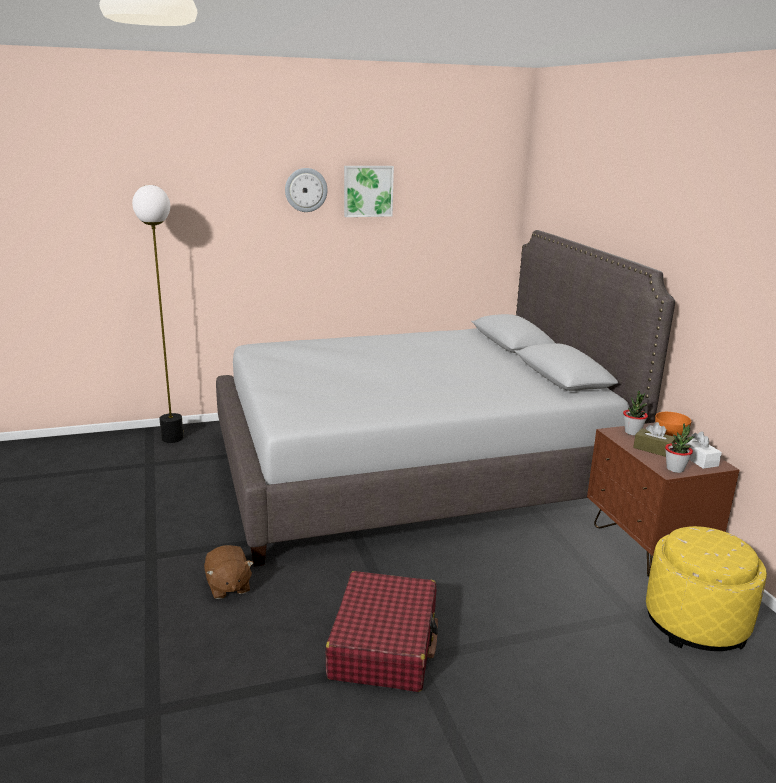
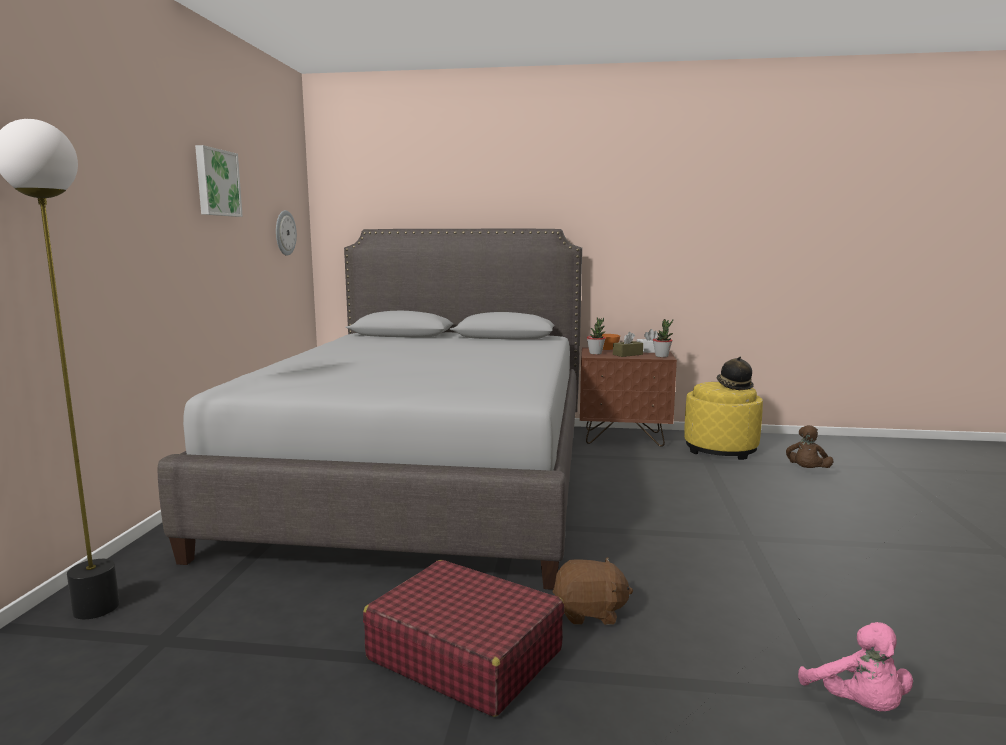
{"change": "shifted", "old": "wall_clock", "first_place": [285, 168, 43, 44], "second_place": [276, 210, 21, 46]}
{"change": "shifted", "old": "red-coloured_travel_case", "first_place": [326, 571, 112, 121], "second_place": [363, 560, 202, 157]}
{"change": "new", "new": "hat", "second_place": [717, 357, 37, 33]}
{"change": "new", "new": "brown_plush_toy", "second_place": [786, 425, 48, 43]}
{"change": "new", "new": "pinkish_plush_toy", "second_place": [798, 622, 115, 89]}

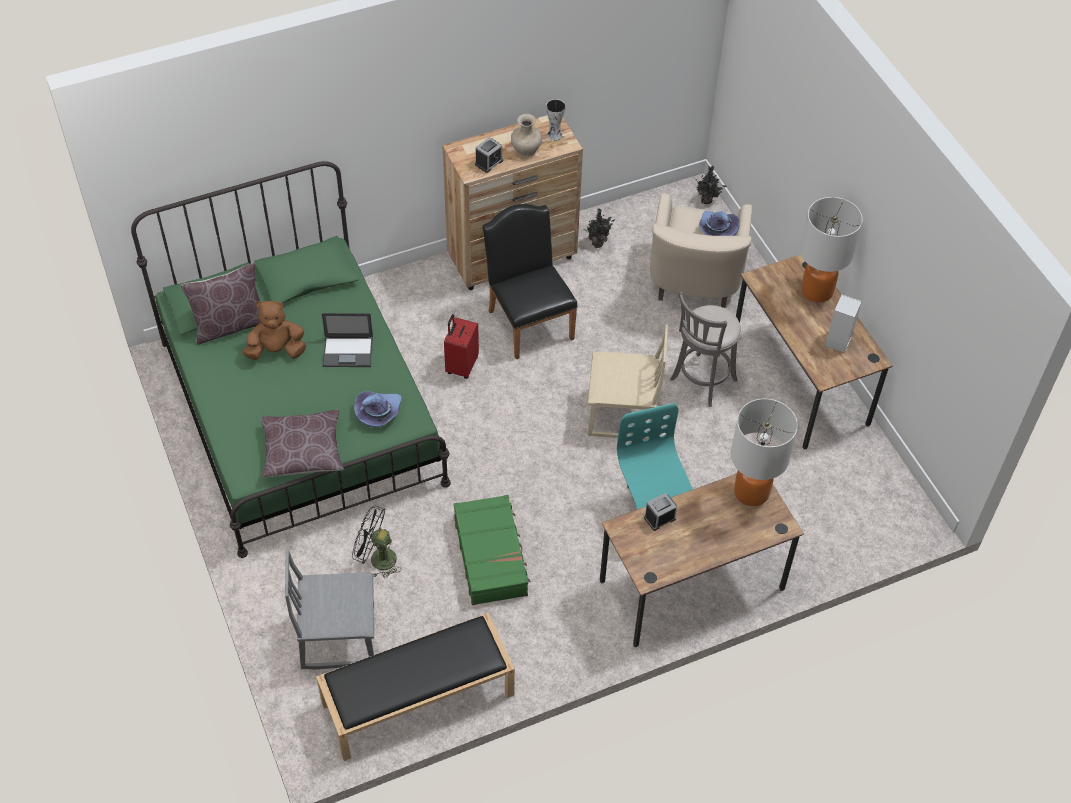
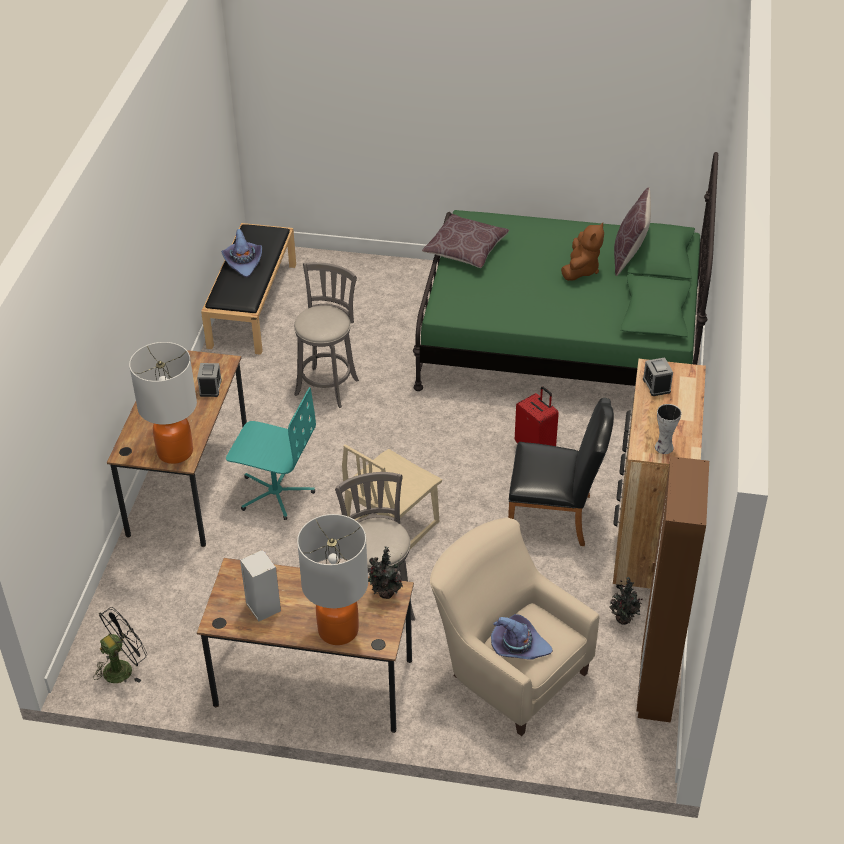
{"change": "shifted", "old": "black_electric_fan", "first_place": [352, 506, 48, 72], "second_place": [93, 607, 54, 76]}
{"change": "shifted", "old": "purplish_hat", "first_place": [354, 391, 48, 37], "second_place": [221, 229, 41, 48]}
{"change": "swapped", "old": "green-coloured_travel_case", "new": "grey_stool_seat", "first_place": [454, 495, 77, 110], "second_place": [294, 262, 65, 146]}
{"change": "shifted", "old": "plant_in_a_pot", "first_place": [694, 166, 33, 38], "second_place": [368, 546, 35, 53]}
{"change": "new", "new": "brown_wardrobe", "second_place": [637, 457, 72, 266]}
{"change": "gone", "old": "grey_upright_chair", "first_place": [285, 549, 89, 121]}
{"change": "gone", "old": "portable_computer", "first_place": [322, 313, 51, 54]}
{"change": "gone", "old": "sand-coloured_vase", "first_place": [511, 114, 31, 43]}

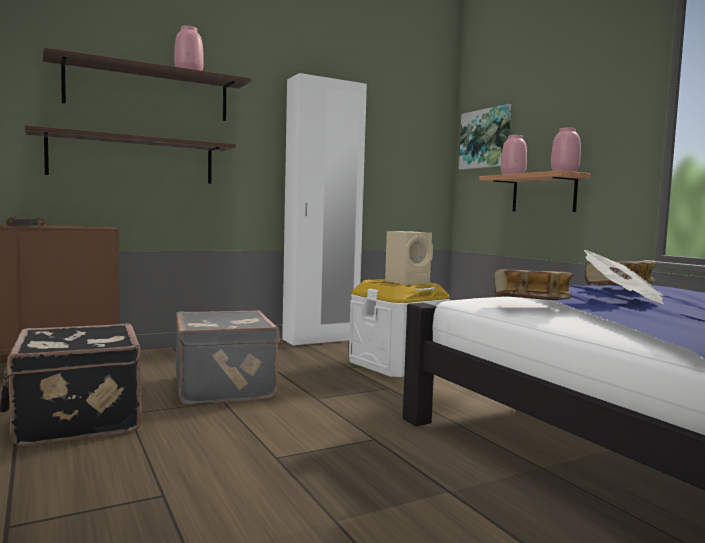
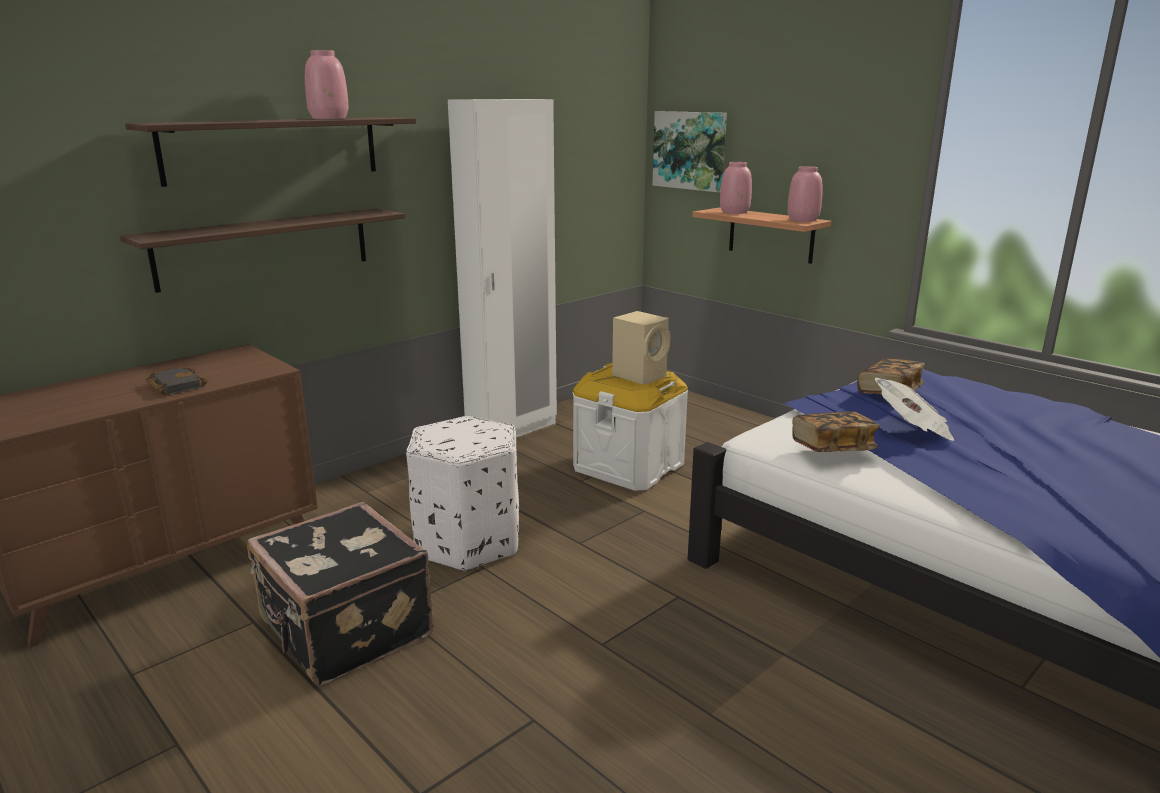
{"change": "swapped", "old": "grey_travel_case", "new": "whitish_footrest", "first_place": [176, 310, 105, 94], "second_place": [406, 416, 113, 156]}

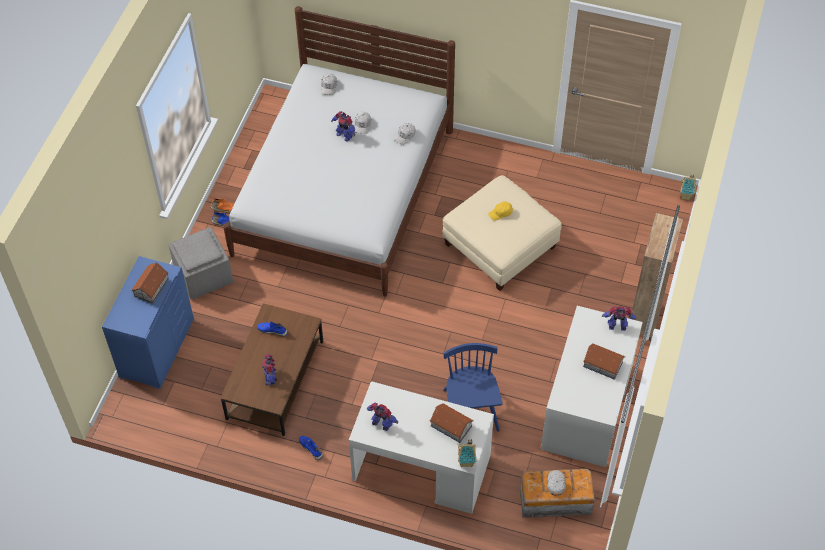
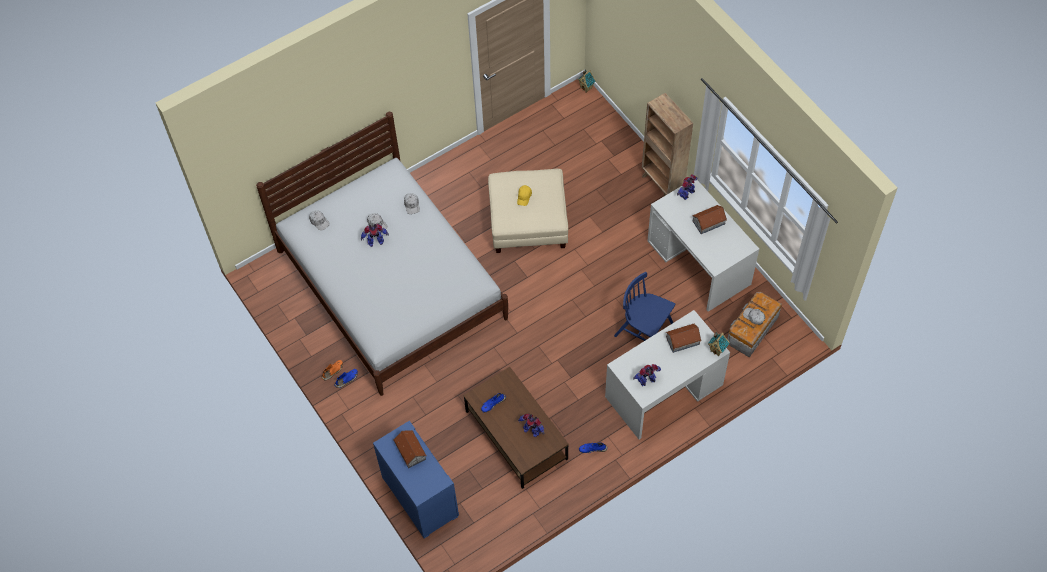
{"change": "gone", "old": "grey_footrest", "first_place": [168, 227, 65, 73]}

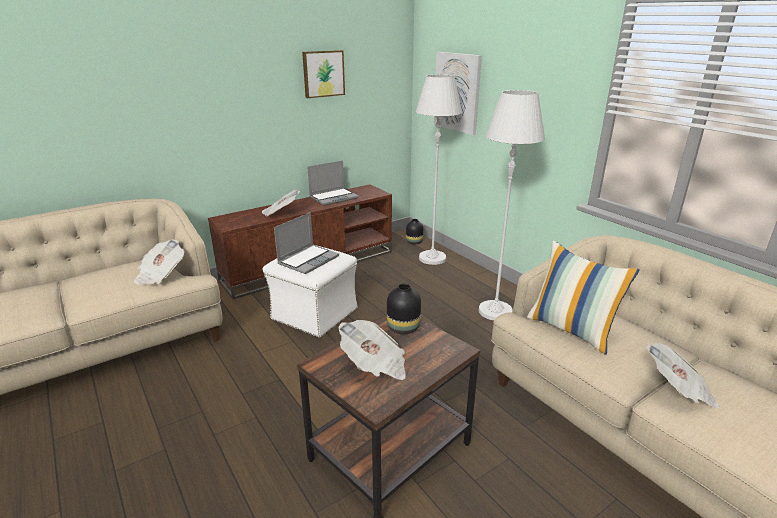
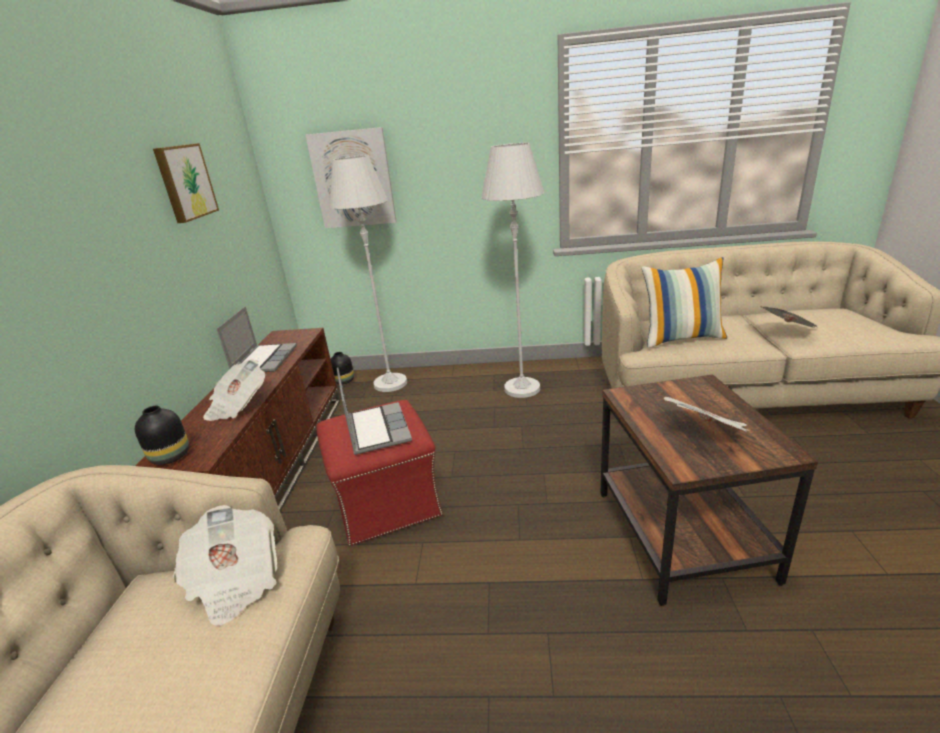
{"change": "shifted", "old": "black_vase", "first_place": [387, 284, 34, 50], "second_place": [135, 406, 54, 59]}
{"change": "repainted", "old": "whitish_footrest", "new": "red-coloured_footrest", "first_place": [263, 245, 95, 93], "second_place": [316, 400, 127, 146]}

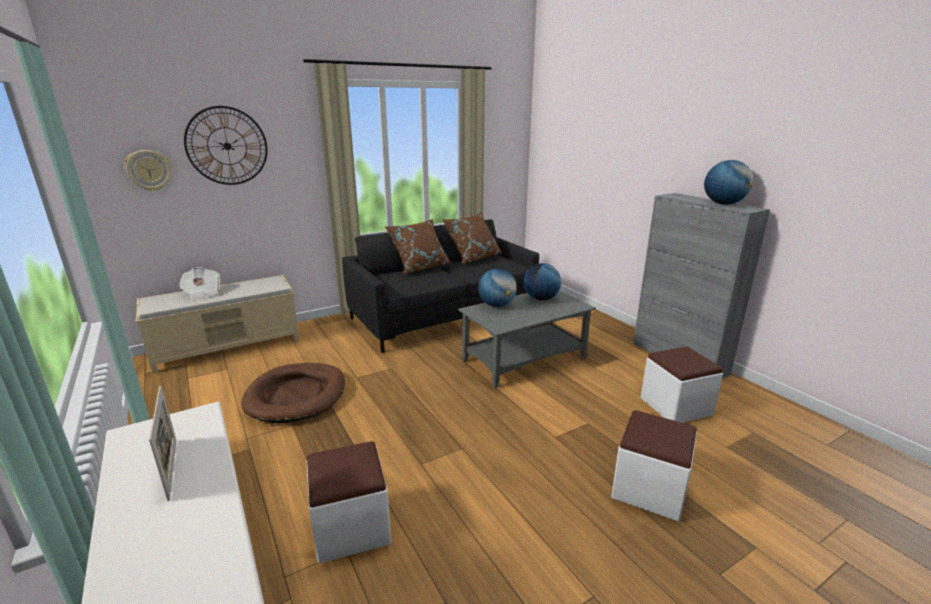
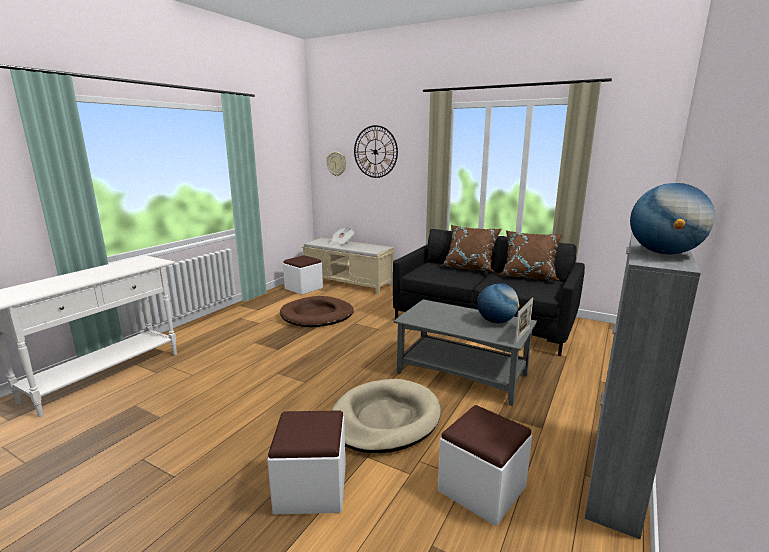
{"change": "shifted", "old": "whitish_footrest", "first_place": [307, 441, 85, 123], "second_place": [283, 255, 40, 40]}
{"change": "new", "new": "sand-coloured_dog_bed", "second_place": [331, 379, 110, 74]}
{"change": "shifted", "old": "standing_frame", "first_place": [149, 386, 27, 115], "second_place": [515, 298, 18, 46]}
{"change": "gone", "old": "globe", "first_place": [478, 269, 39, 38]}

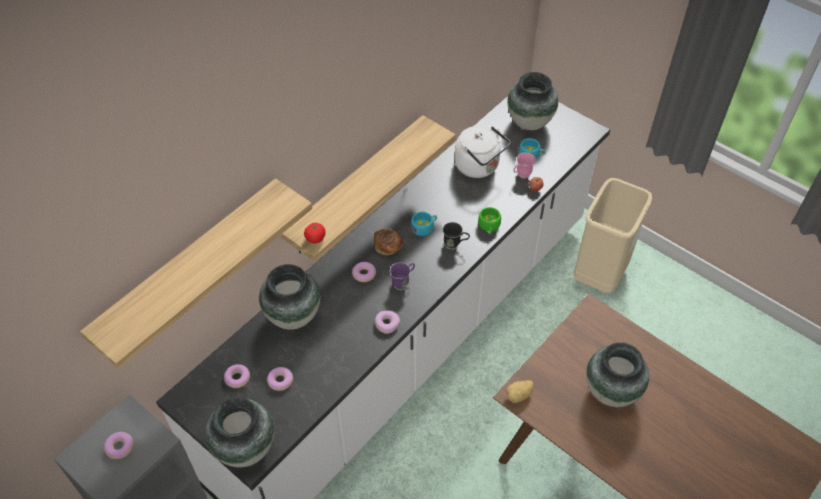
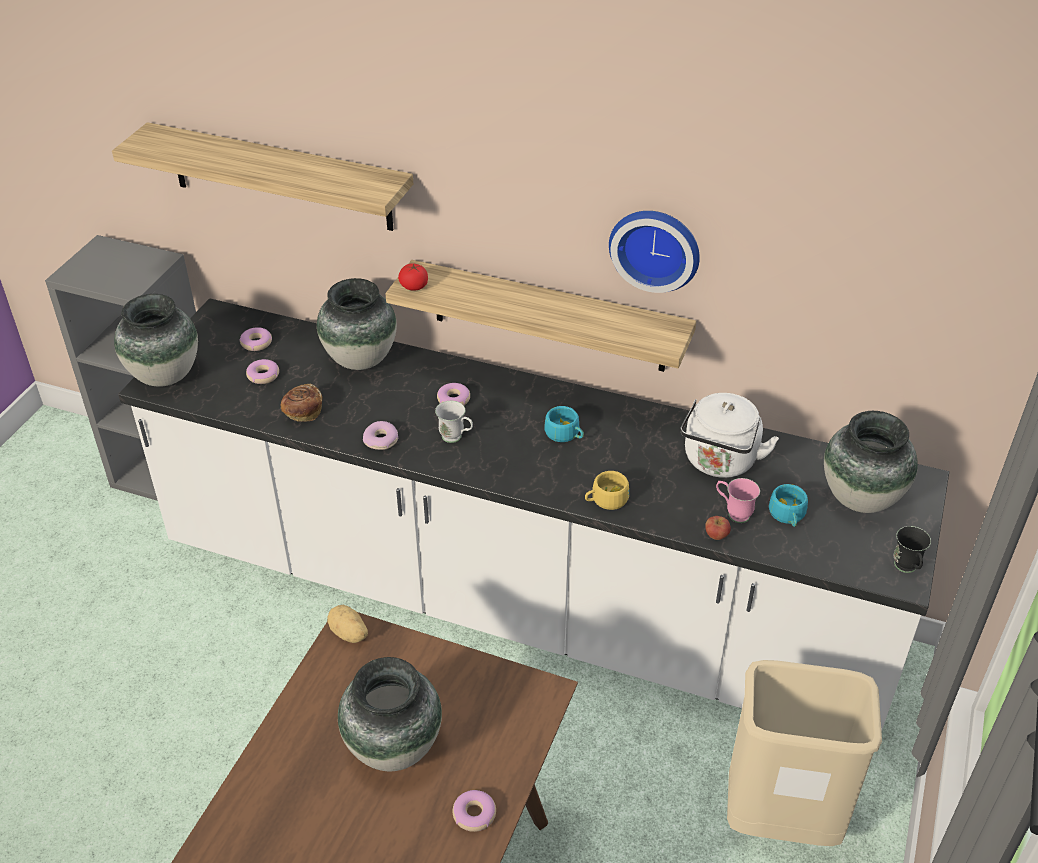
{"change": "shifted", "old": "bakery_bread", "first_place": [373, 229, 30, 26], "second_place": [280, 384, 43, 38]}
{"change": "repainted", "old": "purplish_mug", "new": "whitish_mug", "first_place": [390, 262, 25, 28], "second_place": [435, 401, 38, 42]}
{"change": "shifted", "old": "ring_doughnut", "first_place": [104, 432, 30, 27], "second_place": [452, 790, 44, 42]}
{"change": "repainted", "old": "green-coloured_cup", "new": "yellow_cup", "first_place": [478, 207, 23, 27], "second_place": [585, 471, 44, 39]}
{"change": "new", "new": "wall_clock", "second_place": [609, 211, 91, 82]}
{"change": "shifted", "old": "black_mug", "first_place": [443, 222, 27, 27], "second_place": [894, 526, 37, 47]}

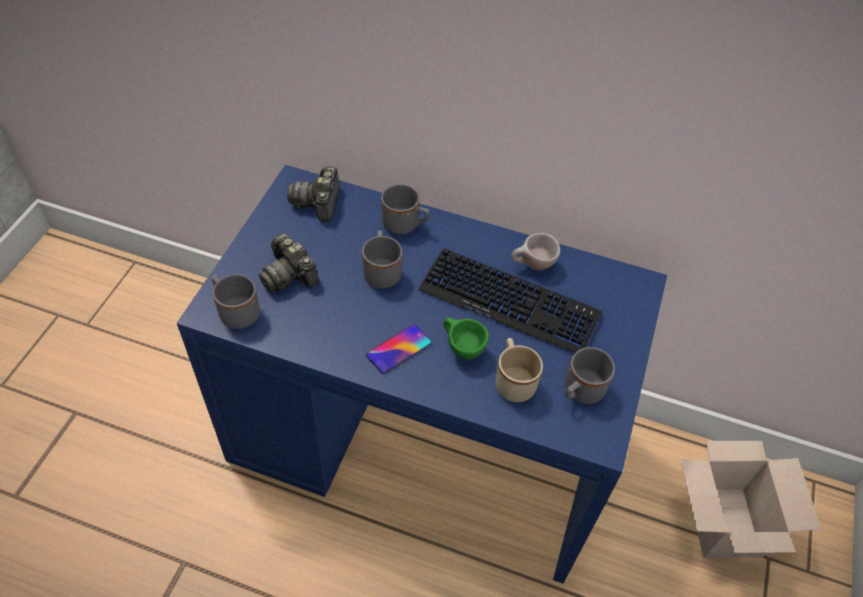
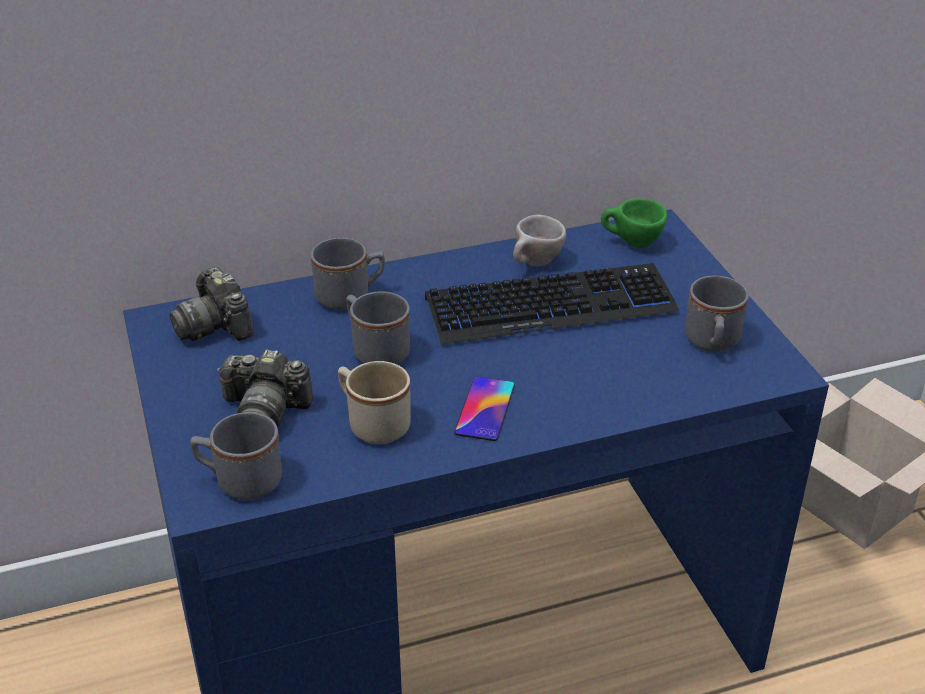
{"change": "shifted", "old": "sand-coloured_mug", "first_place": [495, 338, 48, 64], "second_place": [338, 361, 73, 83]}
{"change": "shifted", "old": "green-coloured_cup", "first_place": [443, 317, 46, 42], "second_place": [601, 199, 66, 49]}

